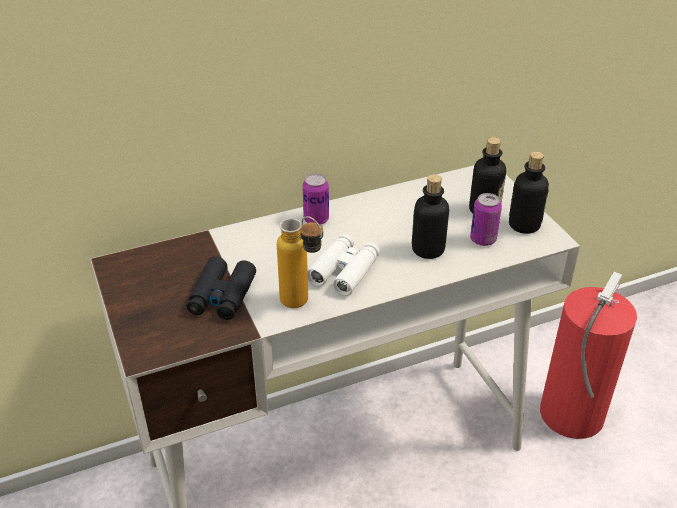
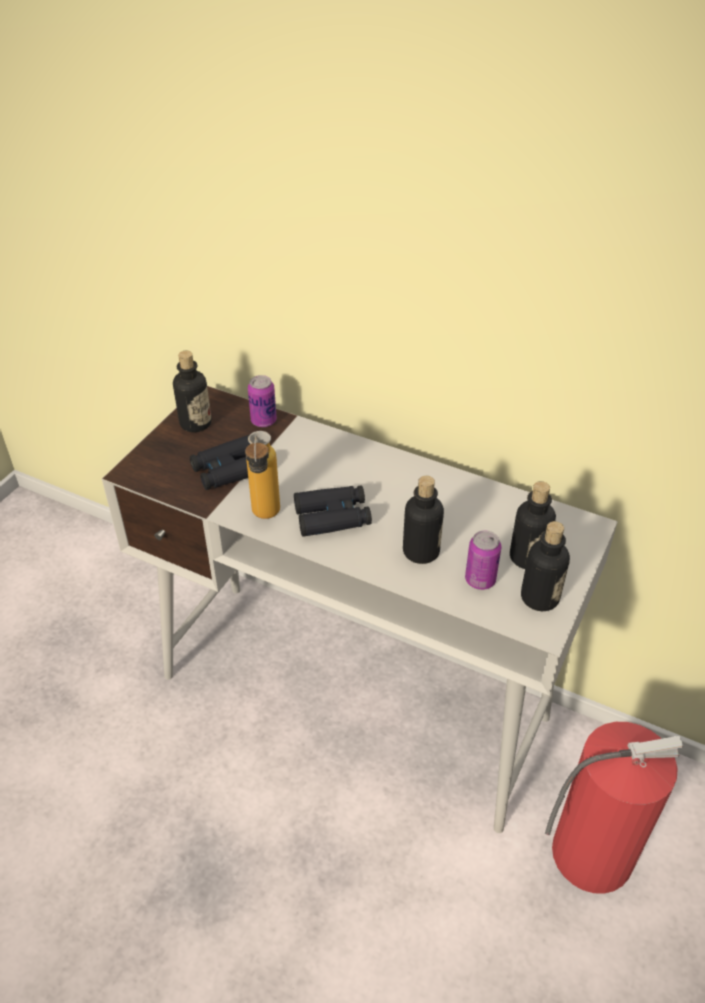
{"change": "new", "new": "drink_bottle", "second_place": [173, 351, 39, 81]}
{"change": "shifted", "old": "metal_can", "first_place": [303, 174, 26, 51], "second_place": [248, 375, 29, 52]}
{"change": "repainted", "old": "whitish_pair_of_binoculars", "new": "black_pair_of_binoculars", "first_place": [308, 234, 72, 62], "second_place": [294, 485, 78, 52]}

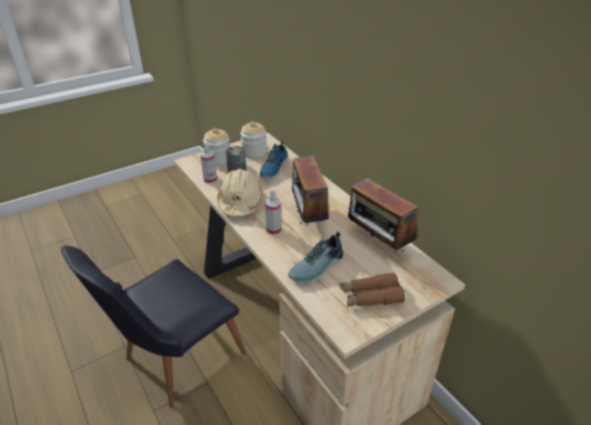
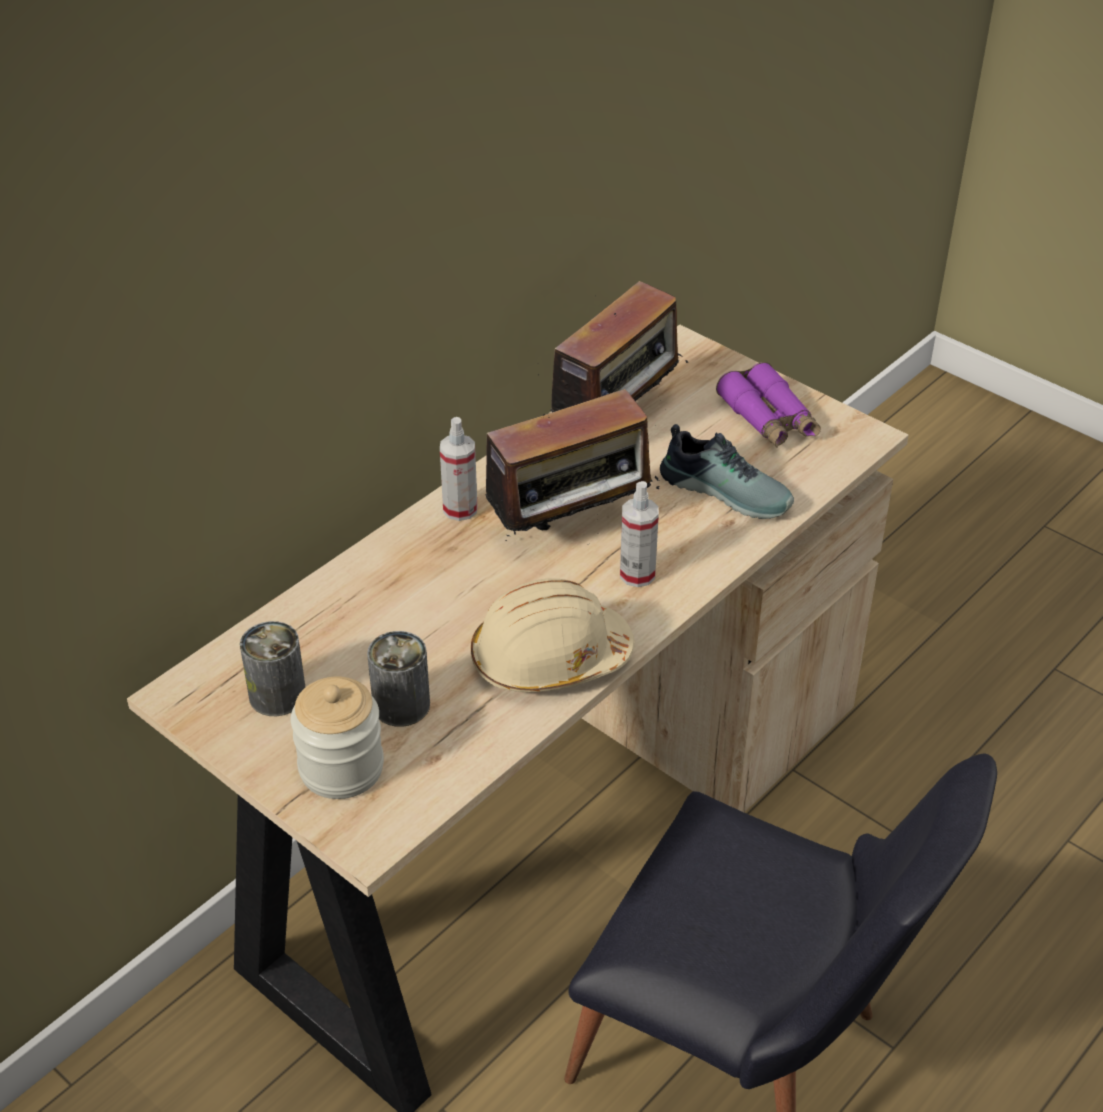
{"change": "swapped", "old": "storage_jar", "new": "metal_can", "first_place": [240, 122, 27, 37], "second_place": [240, 621, 65, 95]}
{"change": "shifted", "old": "sprayer", "first_place": [200, 142, 17, 42], "second_place": [440, 417, 37, 104]}
{"change": "repainted", "old": "brown_pair_of_binoculars", "new": "purplish_pair_of_binoculars", "first_place": [340, 272, 65, 35], "second_place": [716, 362, 105, 86]}
{"change": "gone", "old": "item_of_footwear", "first_place": [259, 141, 30, 38]}

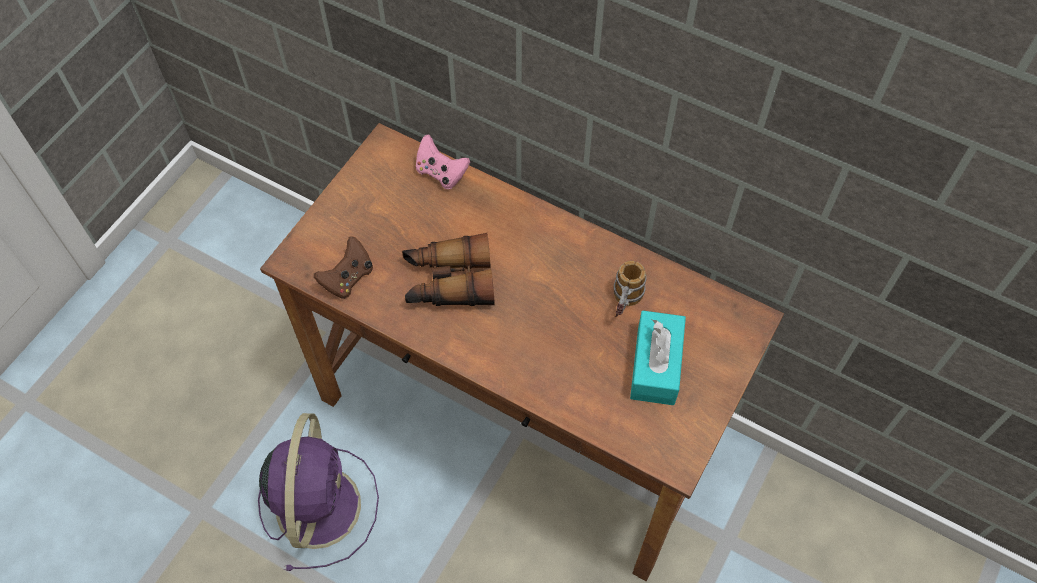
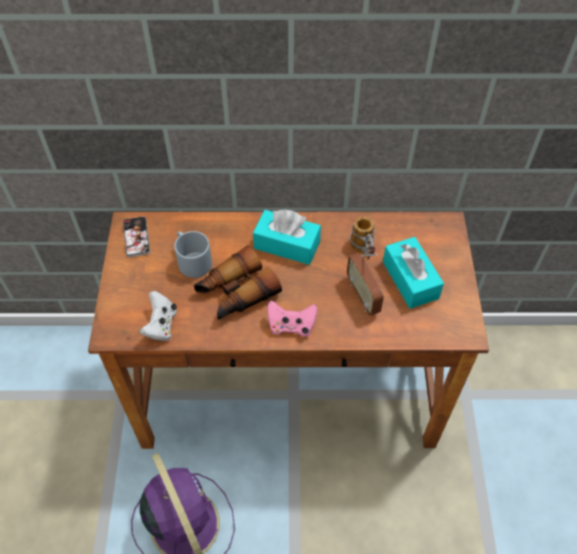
{"change": "new", "new": "phone", "second_place": [123, 216, 27, 41]}
{"change": "repainted", "old": "brown_joypad", "new": "whitish_joypad", "first_place": [314, 236, 59, 63], "second_place": [139, 291, 38, 50]}
{"change": "new", "new": "grey_mug", "second_place": [174, 231, 38, 47]}
{"change": "new", "new": "blue-green_tissue_box", "second_place": [253, 209, 68, 56]}
{"change": "shifted", "old": "pinkish_joypad", "first_place": [416, 135, 54, 54], "second_place": [267, 300, 50, 37]}
{"change": "new", "new": "radio_receiver", "second_place": [347, 253, 37, 63]}

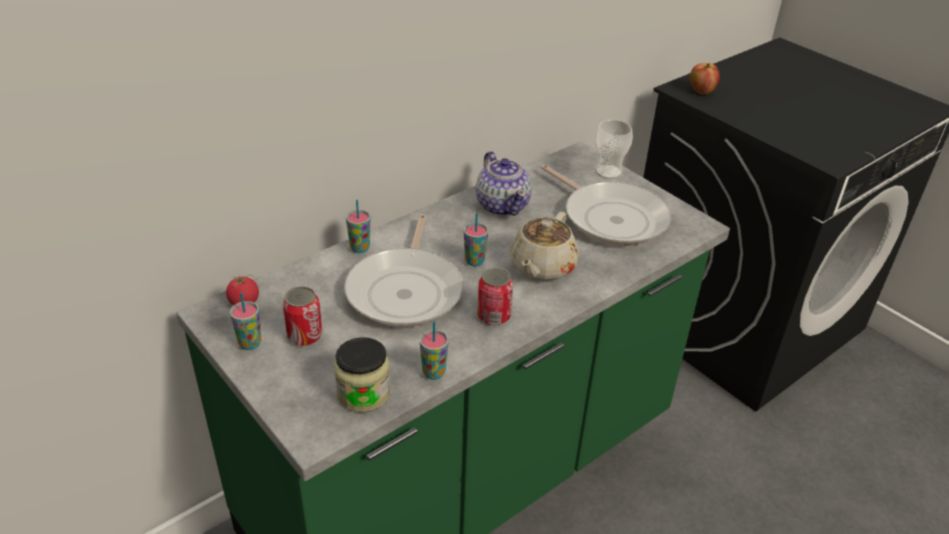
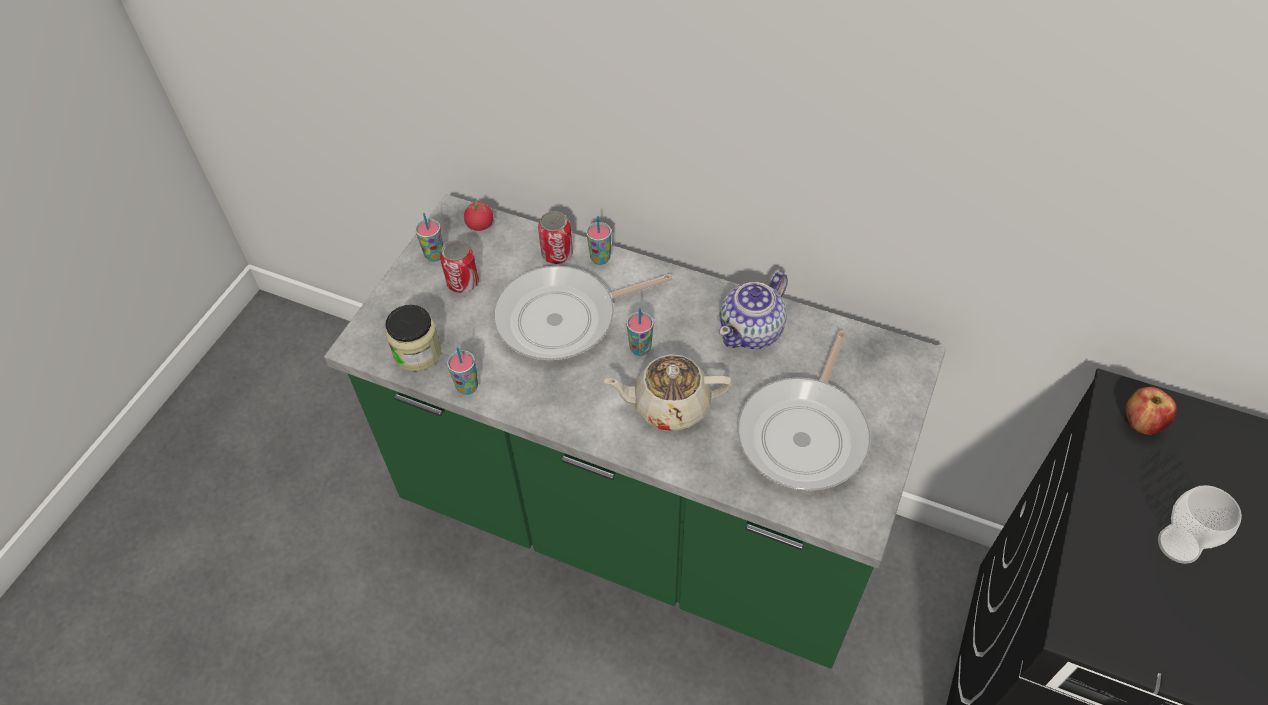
{"change": "shifted", "old": "metal_can", "first_place": [477, 268, 36, 57], "second_place": [538, 211, 35, 53]}
{"change": "shifted", "old": "cup", "first_place": [595, 120, 38, 59], "second_place": [1158, 485, 84, 79]}

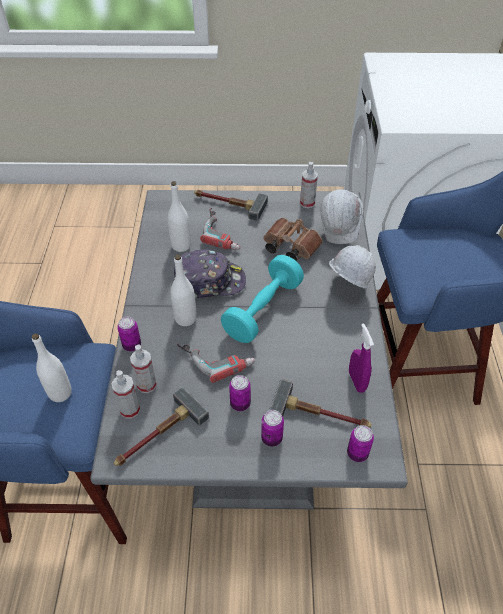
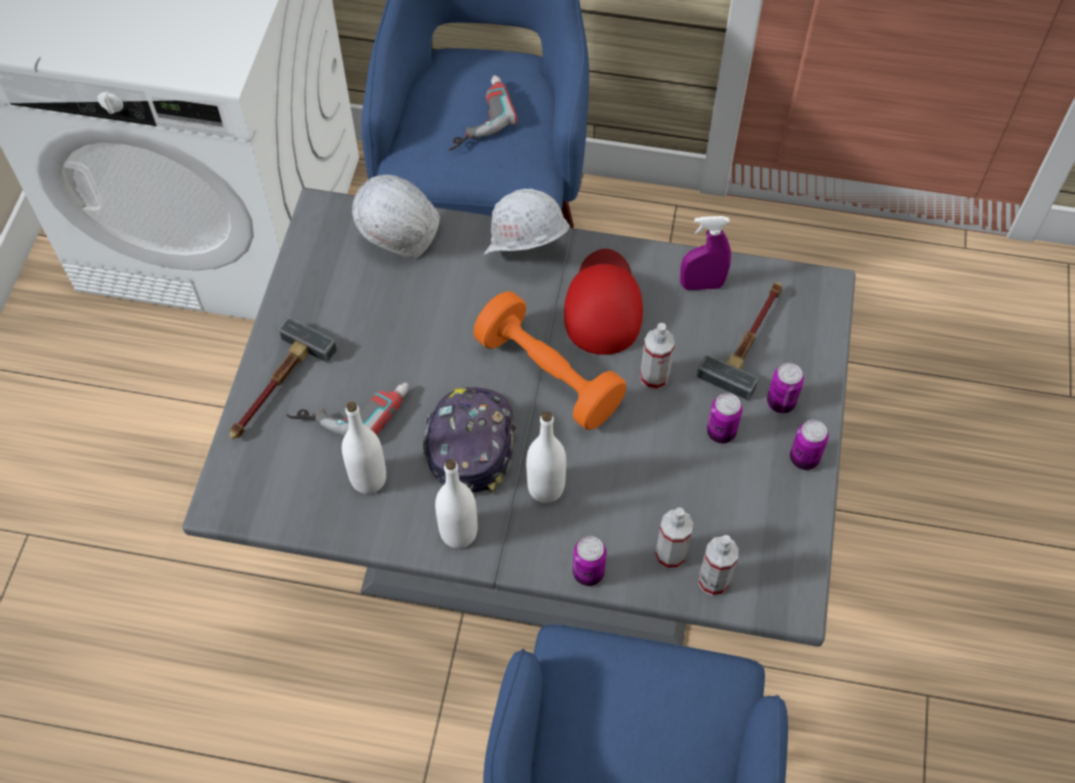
{"change": "shifted", "old": "whitish_drink_bottle", "first_place": [32, 333, 40, 69], "second_place": [435, 459, 42, 89]}
{"change": "shifted", "old": "power_drill", "first_place": [177, 343, 78, 40], "second_place": [449, 75, 68, 76]}
{"change": "repainted", "old": "blue-green_dumbbell", "new": "orange_dumbbell", "first_place": [221, 255, 83, 88], "second_place": [474, 291, 152, 139]}
{"change": "new", "new": "red-coloured_baseball_cap", "second_place": [564, 249, 79, 106]}
{"change": "shifted", "old": "sprayer", "first_place": [300, 162, 18, 46], "second_place": [640, 323, 35, 67]}
{"change": "shifted", "old": "metal_can", "first_place": [347, 425, 27, 37], "second_place": [790, 420, 39, 50]}
{"change": "gone", "old": "hammer", "first_place": [114, 387, 95, 79]}
{"change": "gone", "old": "brown_pair_of_binoculars", "first_place": [263, 218, 60, 43]}

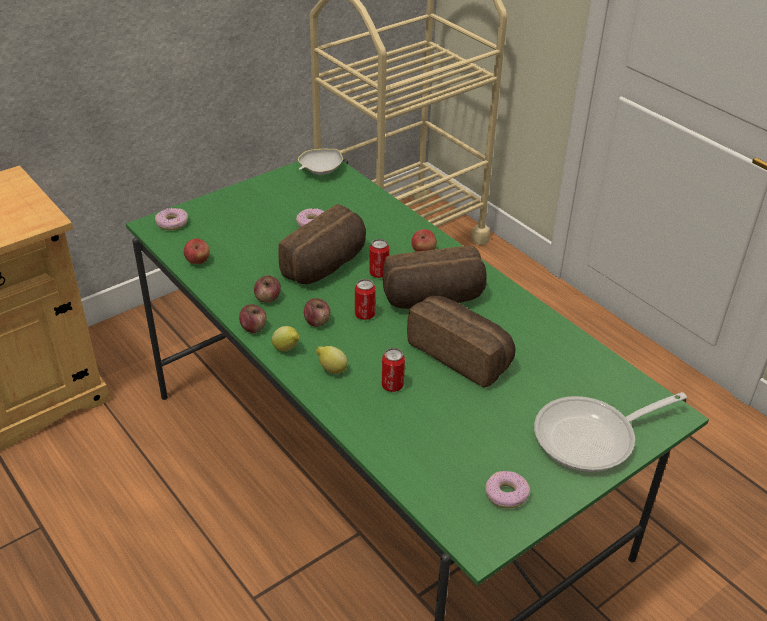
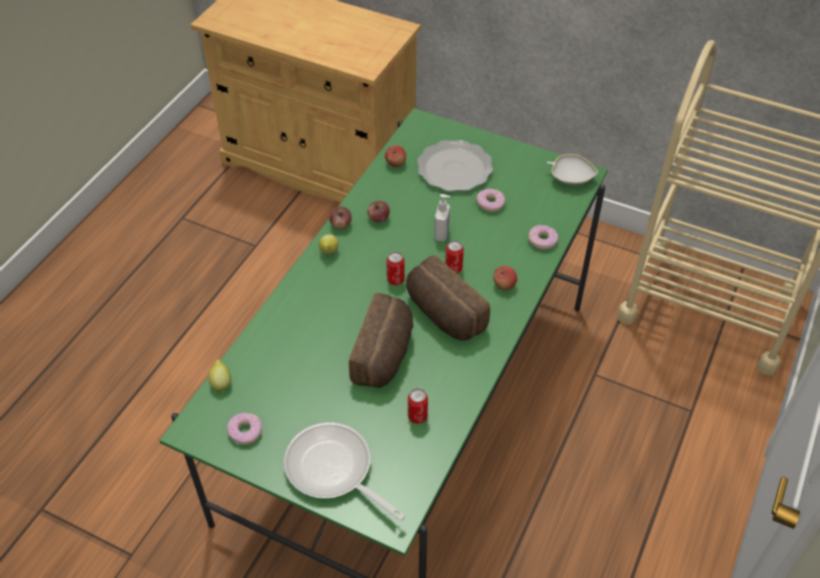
{"change": "shifted", "old": "whole_lemon", "first_place": [316, 346, 32, 28], "second_place": [208, 360, 23, 32]}
{"change": "shifted", "old": "metal_can", "first_place": [382, 348, 23, 44], "second_place": [408, 388, 20, 36]}
{"change": "new", "new": "flat_dish", "second_place": [417, 140, 76, 51]}
{"change": "swapped", "old": "bakery_bread", "new": "liquid_soap_bottle", "first_place": [278, 204, 88, 80], "second_place": [434, 194, 17, 48]}
{"change": "shifted", "old": "ring_doughnut", "first_place": [155, 208, 33, 22], "second_place": [528, 225, 31, 25]}
{"change": "gone", "old": "apple_fruit", "first_place": [304, 298, 26, 29]}

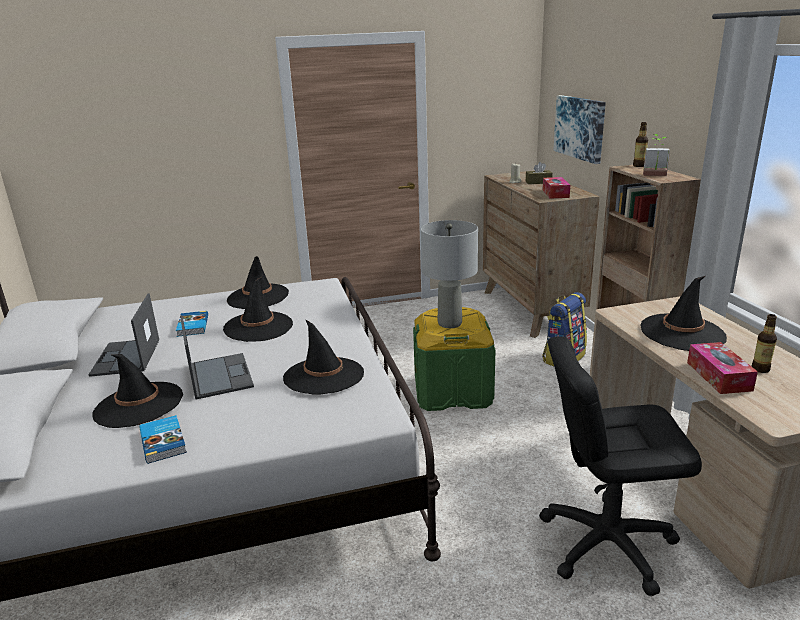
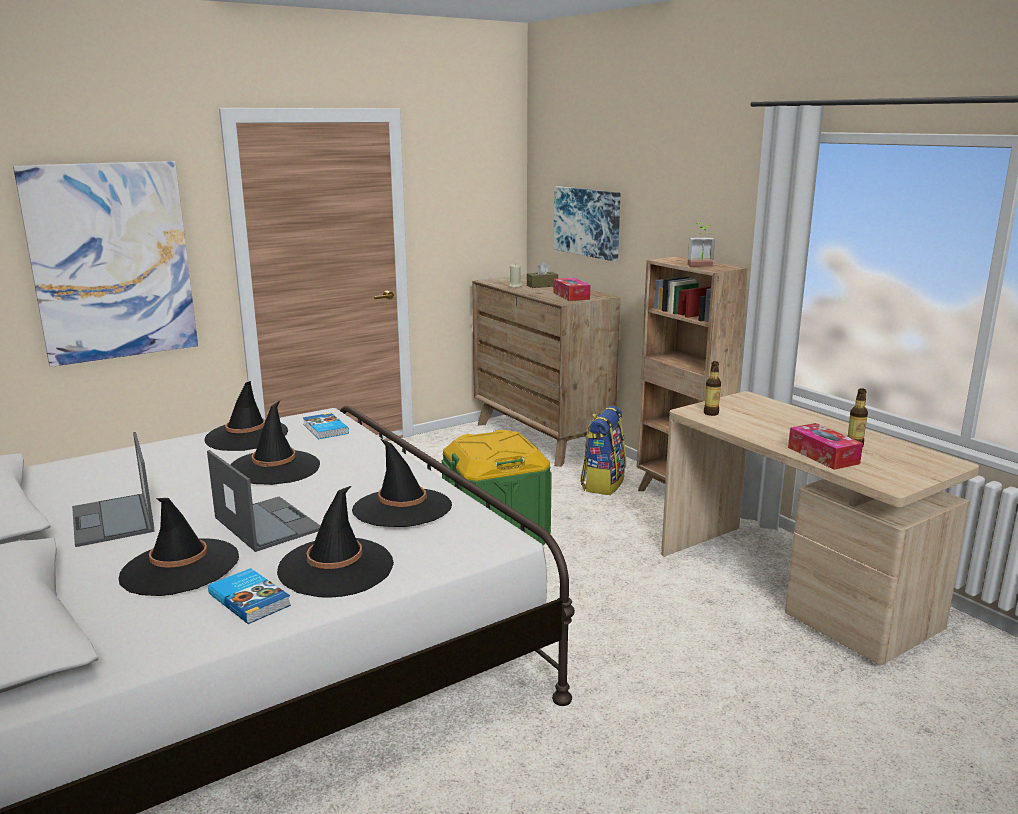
{"change": "new", "new": "picture", "second_place": [13, 161, 185, 206]}
{"change": "shifted", "old": "black_hat", "first_place": [640, 276, 87, 75], "second_place": [277, 486, 117, 112]}
{"change": "shifted", "old": "volume", "first_place": [176, 311, 32, 26], "second_place": [303, 413, 46, 26]}
{"change": "shifted", "old": "drink_bottle", "first_place": [633, 122, 15, 45], "second_place": [704, 361, 17, 55]}
{"change": "gone", "old": "grey_tabletop_lamp", "first_place": [421, 220, 57, 108]}
{"change": "gone", "old": "black_office_chair", "first_place": [539, 336, 163, 260]}

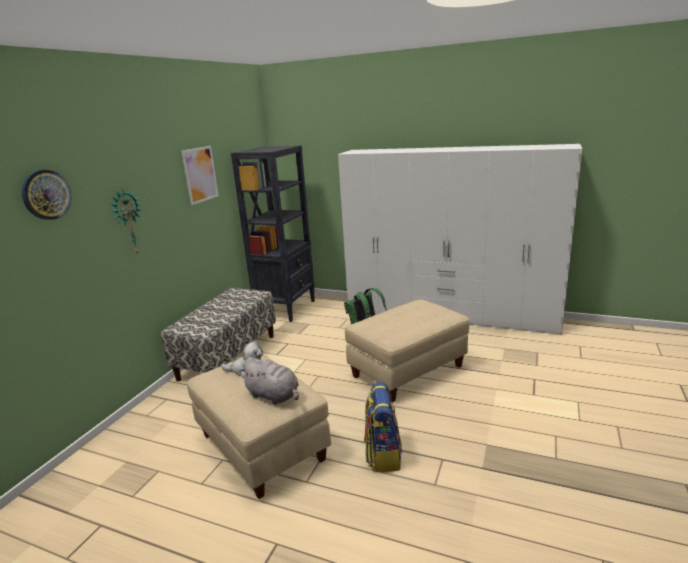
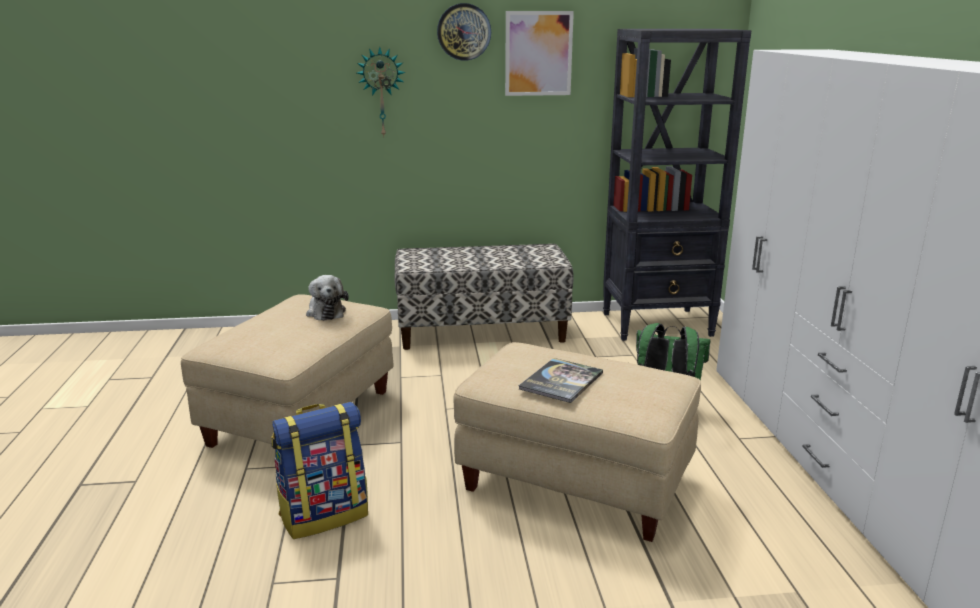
{"change": "shifted", "old": "wall_clock", "first_place": [22, 170, 49, 50], "second_place": [437, 3, 54, 58]}
{"change": "new", "new": "volume", "second_place": [518, 358, 85, 45]}
{"change": "gone", "old": "grey_plush_toy", "first_place": [240, 357, 59, 48]}

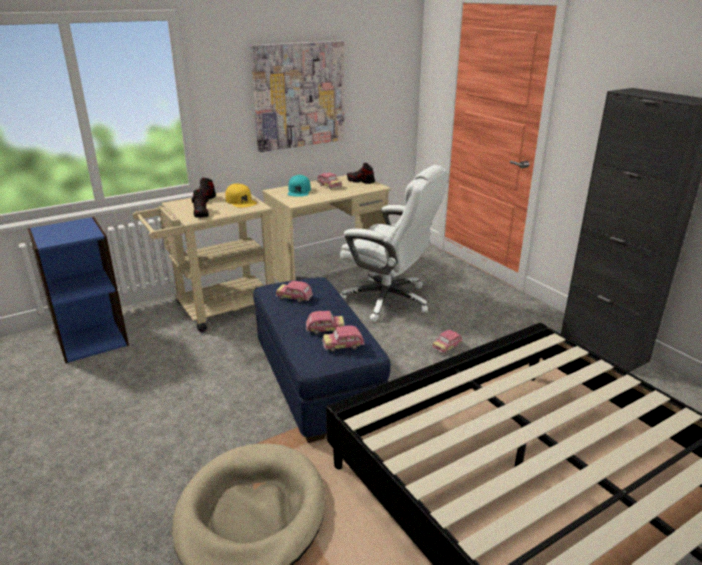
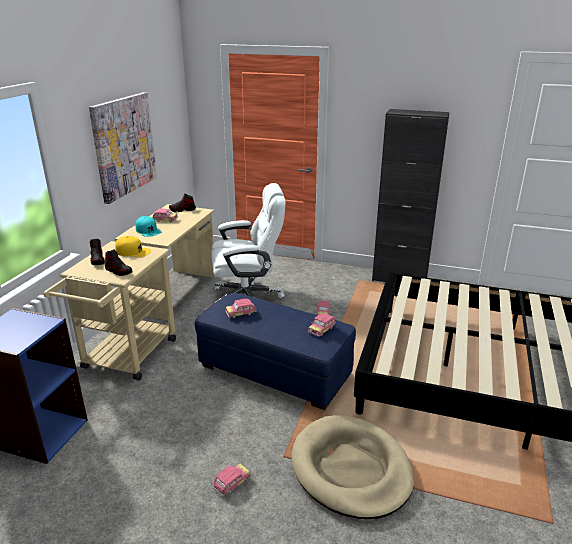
{"change": "shifted", "old": "model_car", "first_place": [306, 311, 39, 23], "second_place": [213, 464, 38, 32]}

